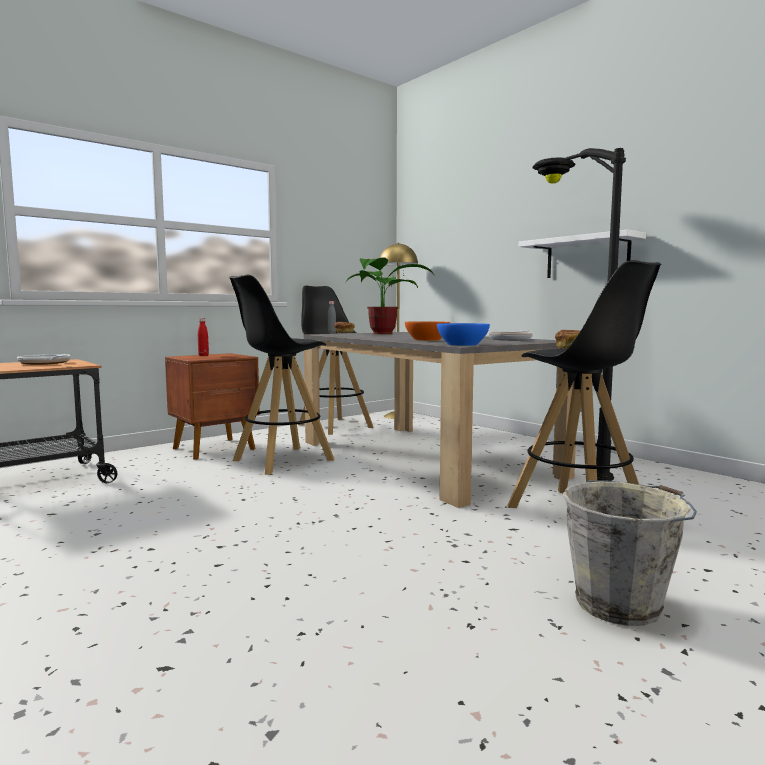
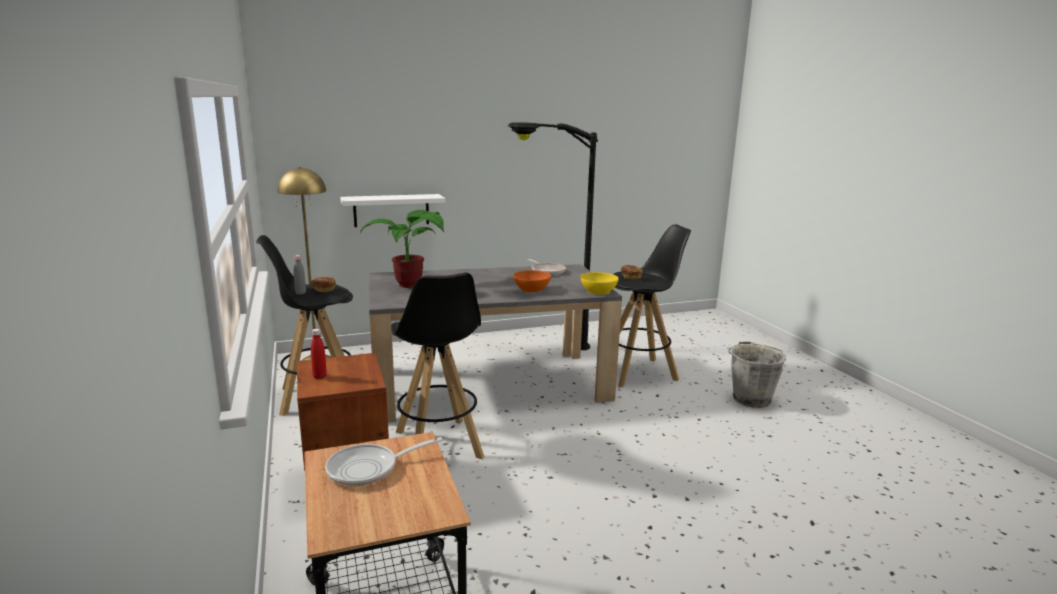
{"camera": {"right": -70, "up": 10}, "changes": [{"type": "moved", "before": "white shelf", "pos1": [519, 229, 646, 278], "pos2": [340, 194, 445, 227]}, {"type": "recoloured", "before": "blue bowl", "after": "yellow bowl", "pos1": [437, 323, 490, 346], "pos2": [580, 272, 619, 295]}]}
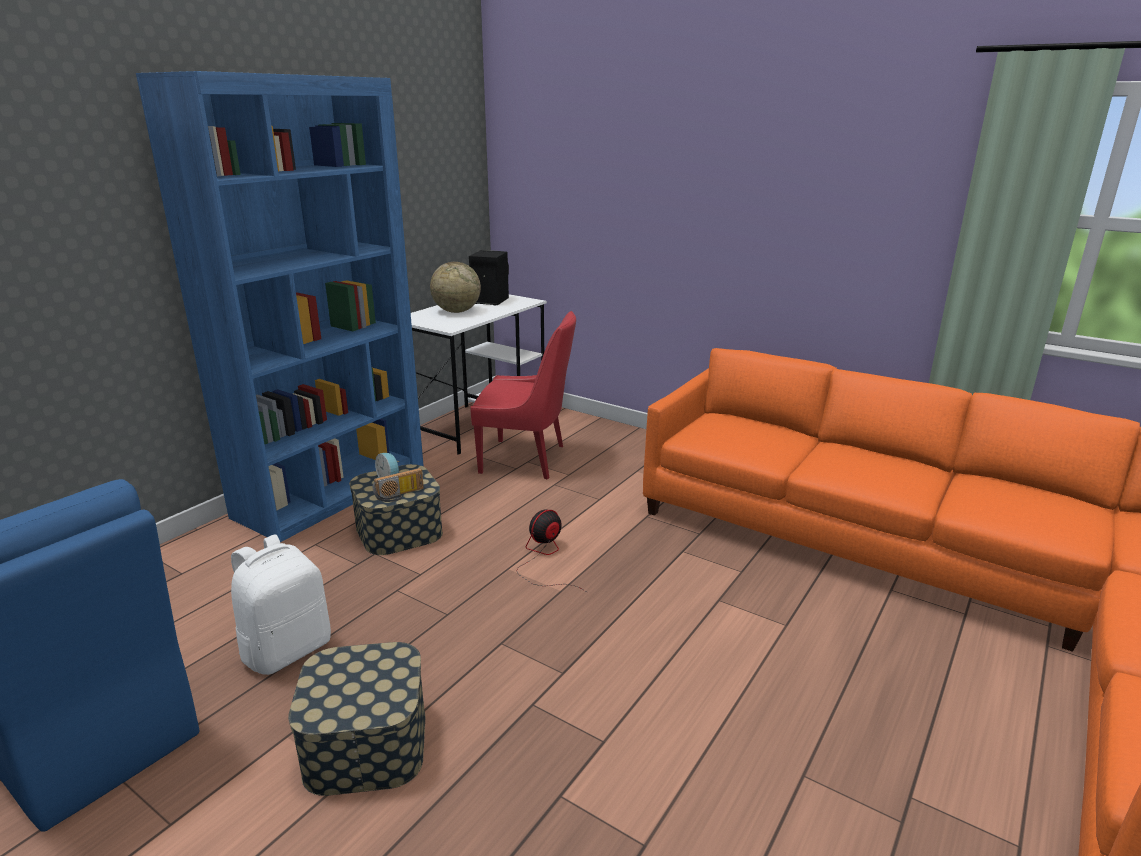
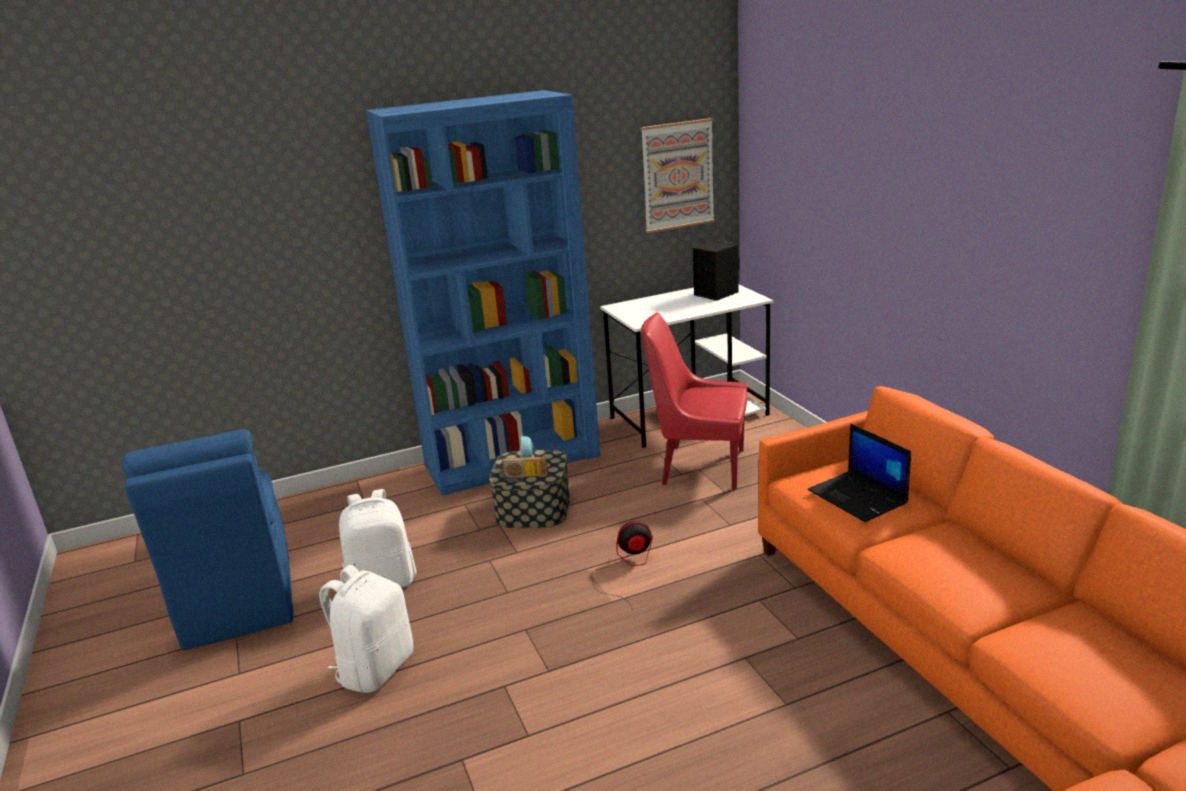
{"camera": {"right": 35, "up": 0}, "changes": [{"type": "replaced", "before": "storage box", "after": "white backpack", "pos1": [288, 642, 425, 796], "pos2": [319, 565, 413, 693]}, {"type": "added", "after": "picture", "pos2": [641, 118, 715, 233]}, {"type": "turned", "before": "red chair", "pos1": [470, 311, 576, 479], "pos2": [641, 312, 747, 489], "turn": 150}, {"type": "added", "after": "laptop", "pos2": [808, 423, 911, 522]}, {"type": "removed", "before": "globe", "pos1": [430, 262, 481, 313]}]}
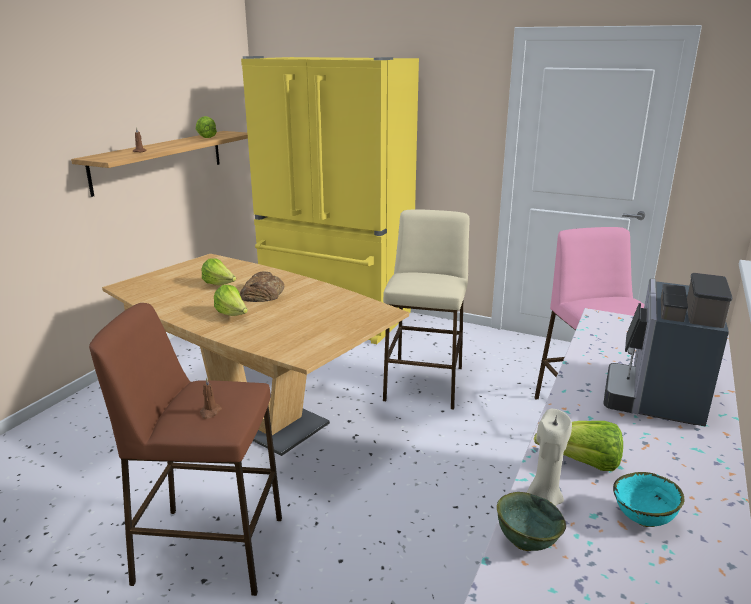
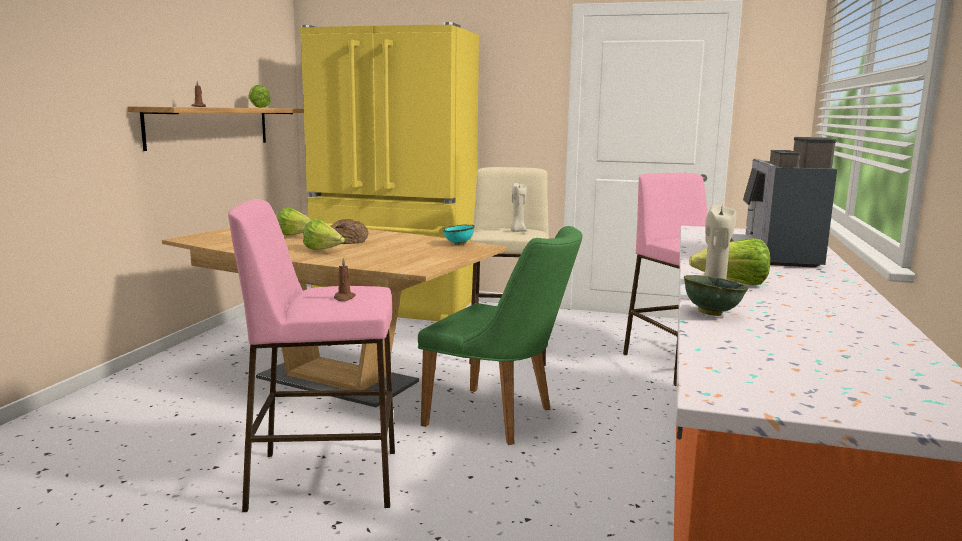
{"camera": {"right": -10, "up": -10}, "changes": [{"type": "recoloured", "before": "brown stool", "after": "pink stool", "pos1": [89, 303, 282, 596], "pos2": [228, 199, 395, 512]}, {"type": "added", "after": "green chair", "pos2": [418, 226, 582, 445]}, {"type": "moved", "before": "turquoise bowl", "pos1": [613, 472, 684, 527], "pos2": [442, 225, 475, 245]}, {"type": "added", "after": "beige candle", "pos2": [510, 183, 527, 232]}]}
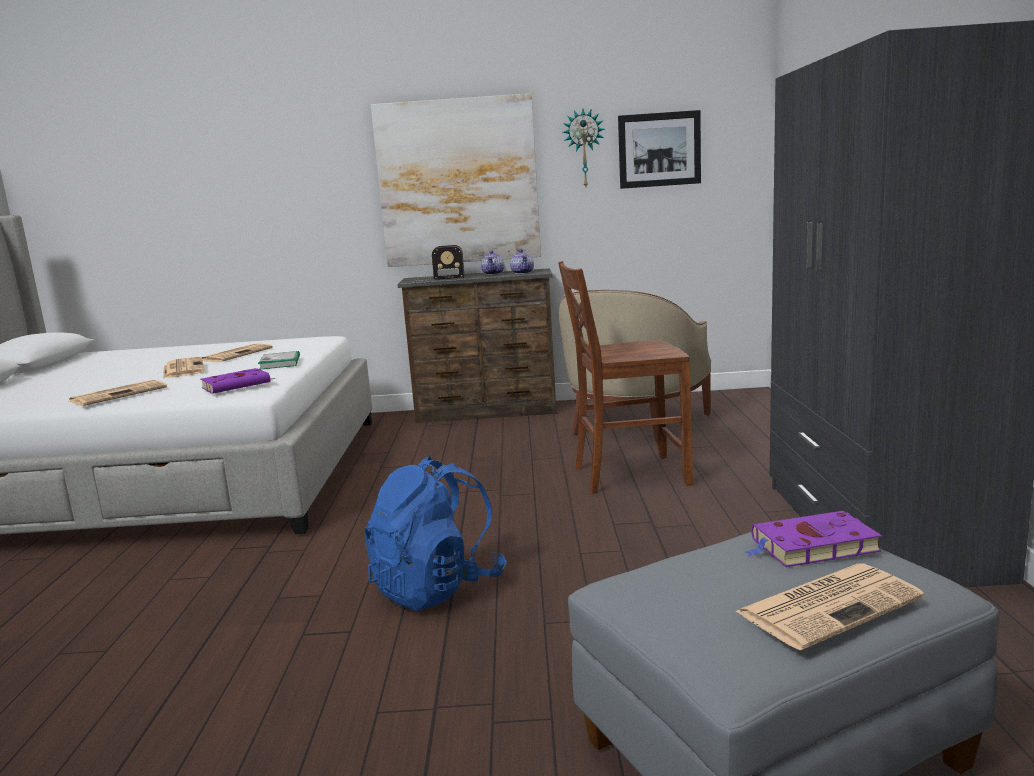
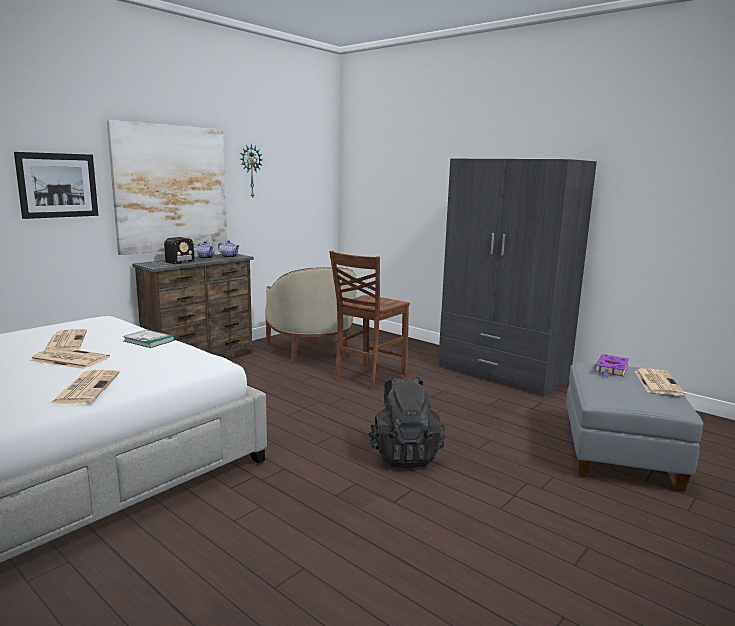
{"camera": {"right": -50, "up": 0}, "changes": [{"type": "moved", "before": "picture", "pos1": [618, 110, 701, 189], "pos2": [14, 152, 98, 219]}, {"type": "recoloured", "before": "blue backpack", "after": "black backpack", "pos1": [365, 456, 507, 611], "pos2": [368, 376, 445, 469]}, {"type": "removed", "before": "purple book", "pos1": [200, 368, 277, 394]}]}
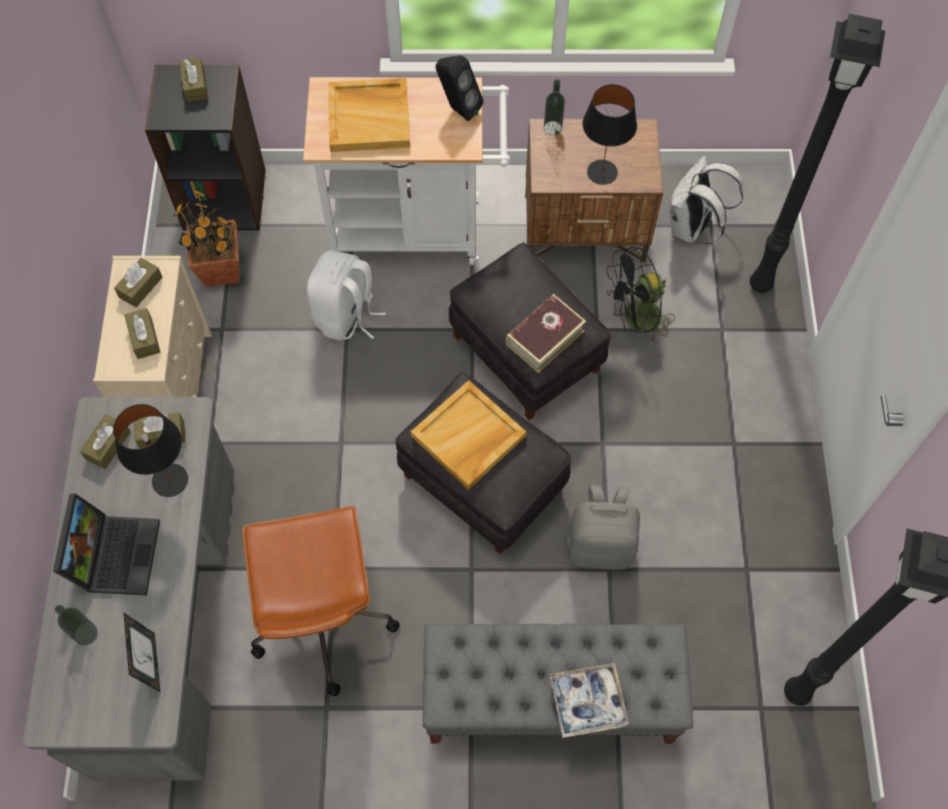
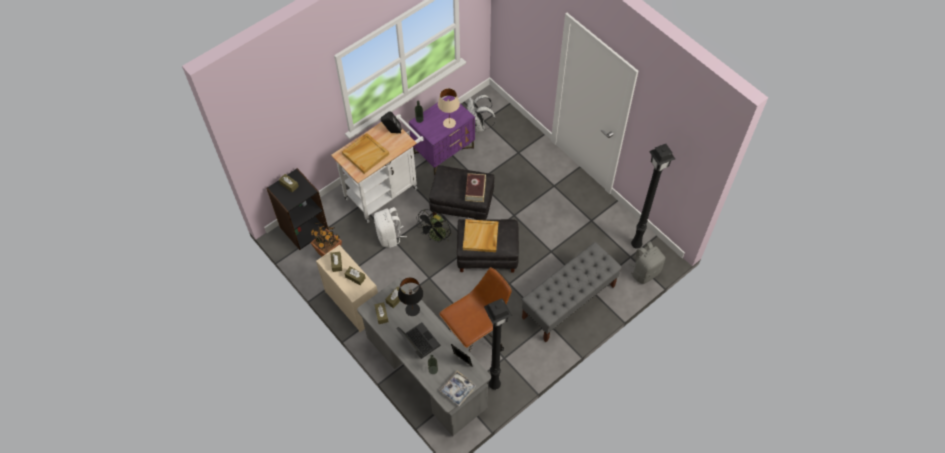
{"camera": {"right": -40, "up": -5}, "changes": [{"type": "recoloured", "before": "brown nightstand", "after": "purple nightstand", "pos1": [525, 119, 663, 263], "pos2": [409, 96, 475, 175]}, {"type": "moved", "before": "black fan", "pos1": [607, 246, 675, 344], "pos2": [416, 209, 451, 243]}, {"type": "recoloured", "before": "black table lamp", "after": "beige table lamp", "pos1": [582, 84, 637, 185], "pos2": [438, 88, 460, 128]}, {"type": "turned", "before": "brown office chair", "pos1": [242, 506, 400, 696], "pos2": [439, 267, 512, 352], "turn": -75}, {"type": "moved", "before": "tray", "pos1": [549, 663, 629, 738], "pos2": [439, 371, 476, 406]}, {"type": "moved", "before": "black floor lamp", "pos1": [750, 14, 885, 293], "pos2": [484, 299, 512, 390]}, {"type": "moved", "before": "grey backpack", "pos1": [565, 485, 640, 570], "pos2": [629, 241, 665, 284]}]}
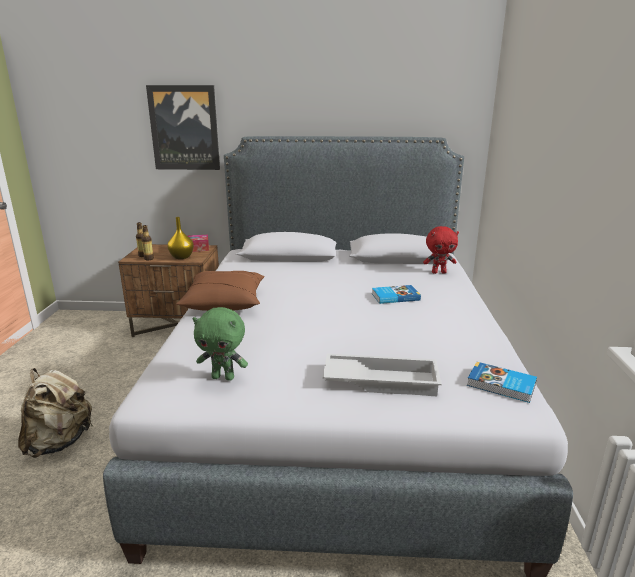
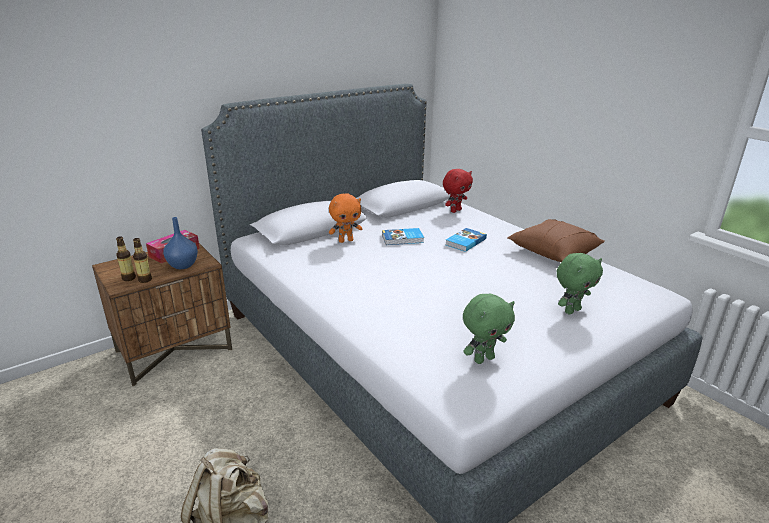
{"camera": {"right": -40, "up": 5}, "changes": [{"type": "recoloured", "before": "yellow vase", "after": "blue vase", "pos1": [168, 217, 194, 259], "pos2": [163, 217, 198, 269]}, {"type": "added", "after": "orange plush toy", "pos2": [329, 194, 362, 243]}, {"type": "moved", "before": "book", "pos1": [467, 362, 537, 403], "pos2": [382, 228, 424, 245]}, {"type": "moved", "before": "brown pillow", "pos1": [176, 271, 265, 311], "pos2": [507, 219, 605, 262]}, {"type": "replaced", "before": "white tray", "after": "green plush toy", "pos1": [323, 354, 441, 396], "pos2": [557, 253, 603, 314]}, {"type": "removed", "before": "picture", "pos1": [146, 85, 220, 170]}]}
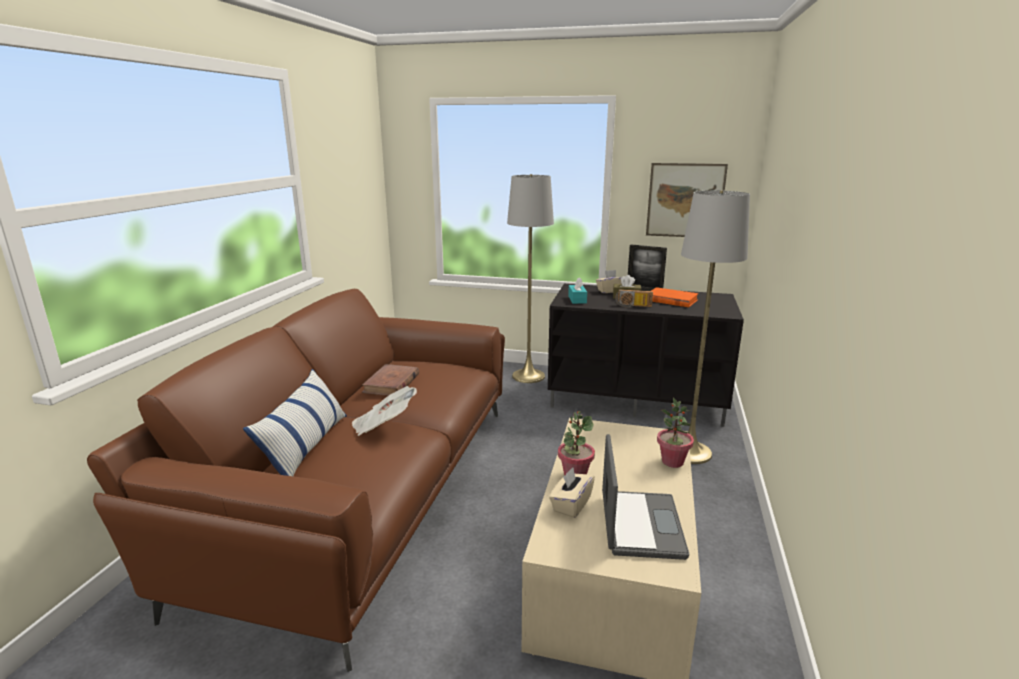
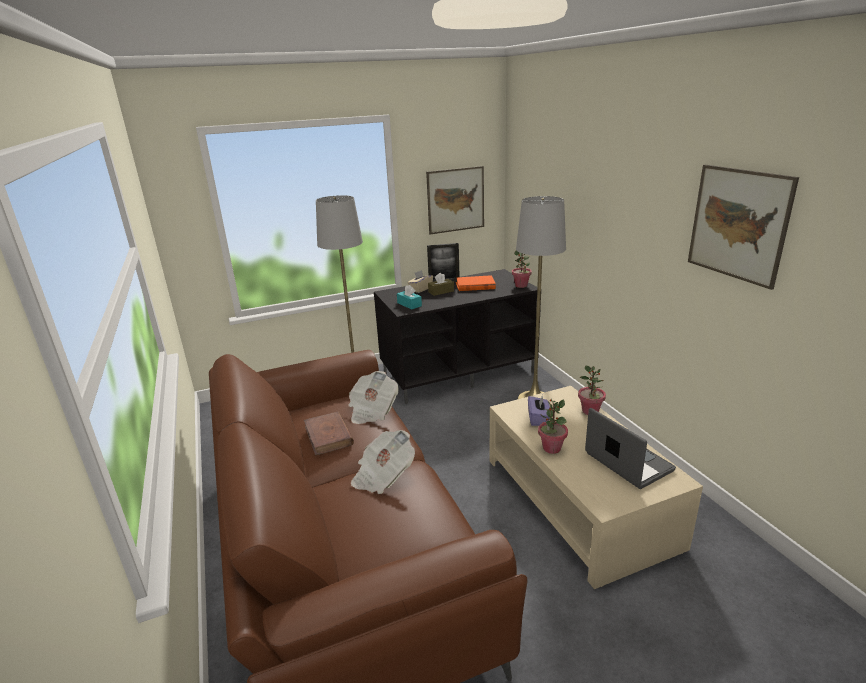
{"camera": {"right": -35, "up": 5}, "changes": [{"type": "added", "after": "newspaper", "pos2": [348, 371, 399, 424]}, {"type": "added", "after": "potted plant", "pos2": [512, 250, 532, 288]}, {"type": "added", "after": "purple tissue box", "pos2": [528, 395, 550, 426]}, {"type": "added", "after": "picture", "pos2": [688, 165, 799, 290]}, {"type": "removed", "before": "pillow", "pos1": [243, 369, 347, 476]}, {"type": "removed", "before": "beige tissue box", "pos1": [549, 467, 595, 518]}, {"type": "removed", "before": "radio", "pos1": [615, 289, 653, 308]}]}
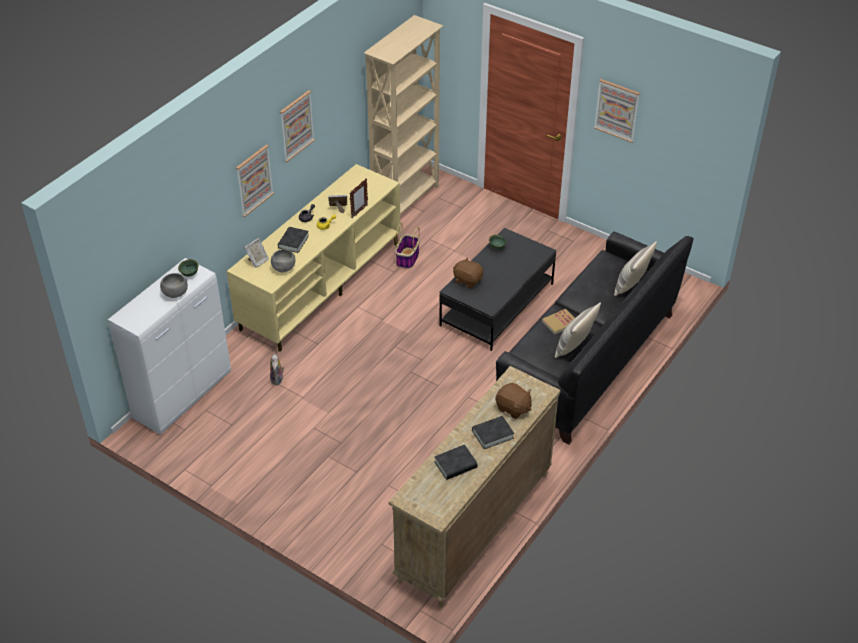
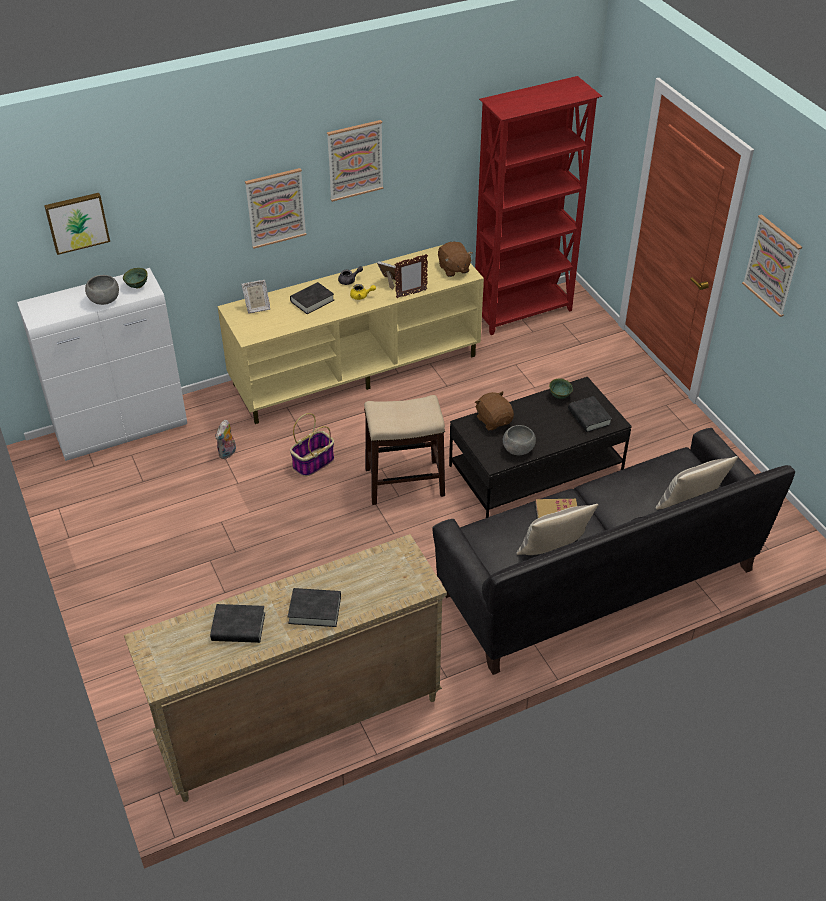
{"camera": {"right": 30, "up": 0}, "changes": [{"type": "added", "after": "picture", "pos2": [44, 193, 110, 255]}, {"type": "moved", "before": "basket", "pos1": [395, 223, 420, 269], "pos2": [290, 413, 334, 477]}, {"type": "added", "after": "stool", "pos2": [364, 395, 445, 505]}, {"type": "moved", "before": "brown plush toy", "pos1": [496, 383, 532, 419], "pos2": [438, 242, 473, 277]}, {"type": "recoloured", "before": "beige bookcase", "after": "red bookcase", "pos1": [364, 15, 443, 215], "pos2": [475, 76, 602, 335]}, {"type": "moved", "before": "grey bowl", "pos1": [271, 249, 296, 272], "pos2": [503, 425, 536, 456]}, {"type": "added", "after": "black book", "pos2": [568, 396, 612, 432]}]}
